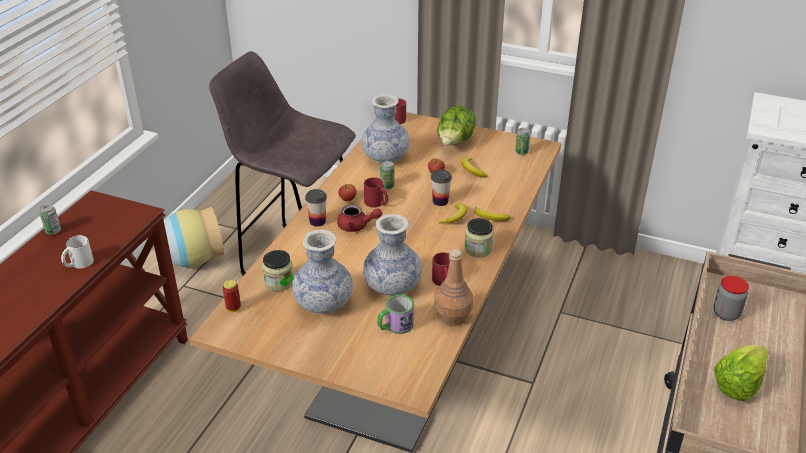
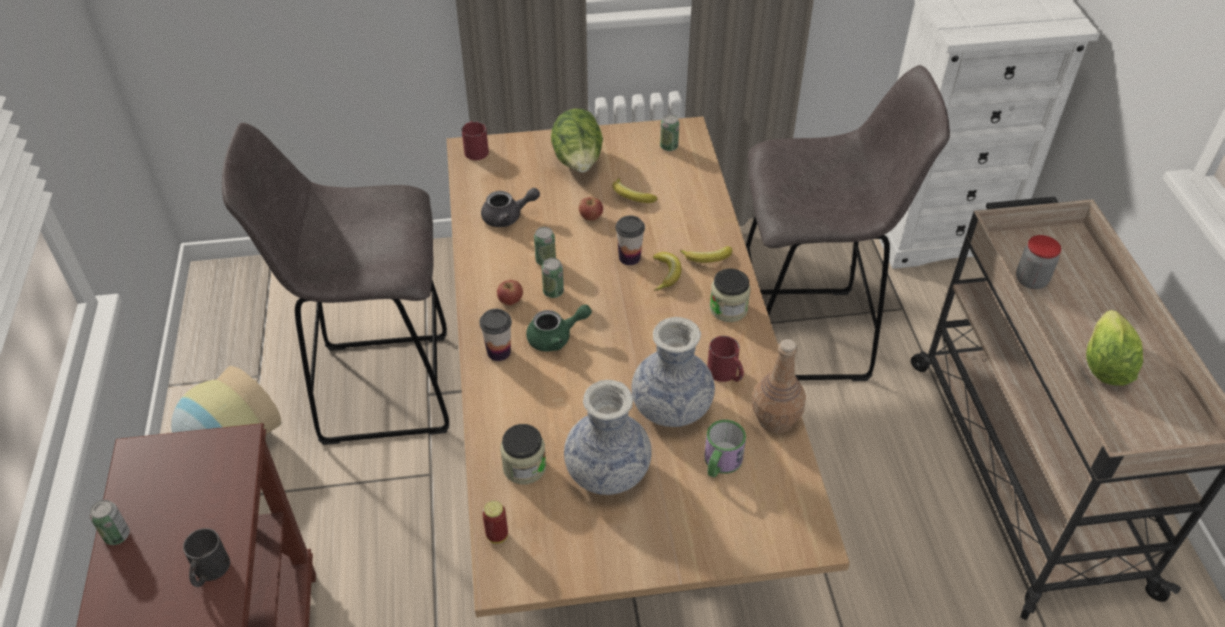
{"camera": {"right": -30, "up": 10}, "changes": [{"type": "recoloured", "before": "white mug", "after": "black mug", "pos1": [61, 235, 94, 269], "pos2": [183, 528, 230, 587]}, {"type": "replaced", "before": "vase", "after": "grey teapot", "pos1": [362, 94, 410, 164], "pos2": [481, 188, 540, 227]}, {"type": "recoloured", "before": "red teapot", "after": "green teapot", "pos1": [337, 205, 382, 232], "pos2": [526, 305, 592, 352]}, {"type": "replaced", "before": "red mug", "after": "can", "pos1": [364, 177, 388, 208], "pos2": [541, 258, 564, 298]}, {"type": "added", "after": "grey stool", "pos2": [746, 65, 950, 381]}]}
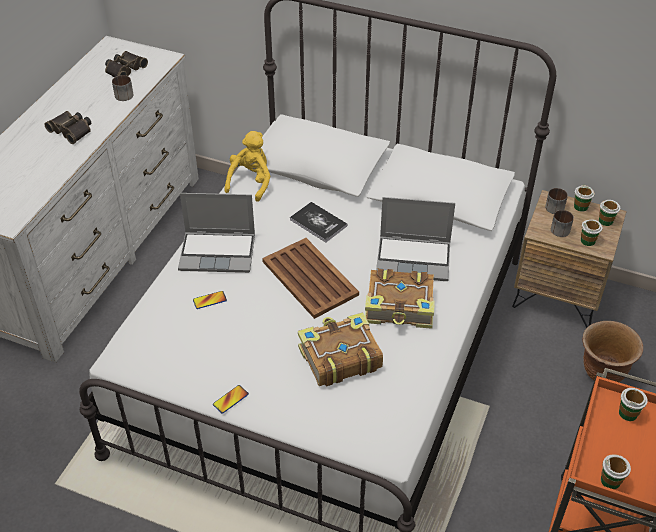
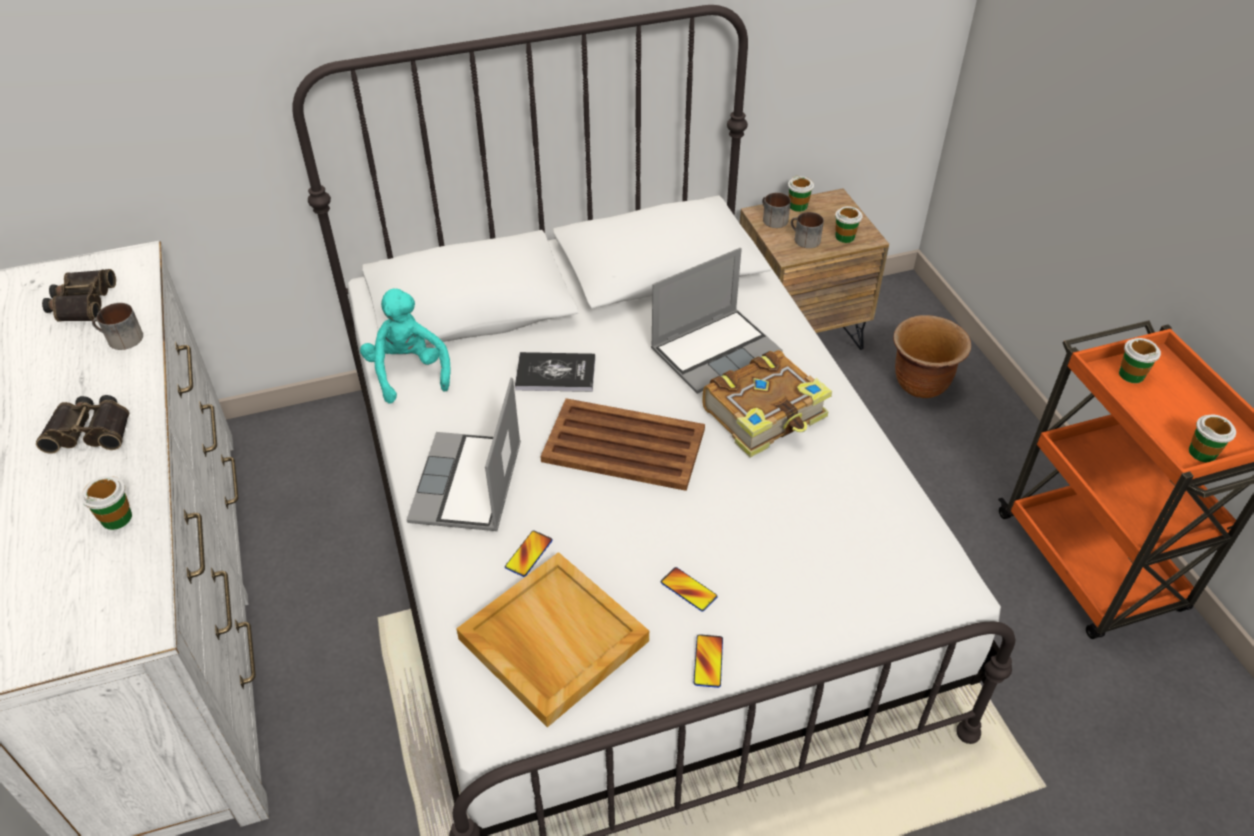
{"camera": {"right": -40, "up": 0}, "changes": [{"type": "moved", "before": "cup", "pos1": [599, 200, 620, 226], "pos2": [81, 476, 132, 530]}, {"type": "recoloured", "before": "yellow plush toy", "after": "turquoise plush toy", "pos1": [224, 131, 270, 202], "pos2": [360, 288, 451, 403]}, {"type": "turned", "before": "laptop", "pos1": [178, 193, 255, 273], "pos2": [406, 377, 521, 531], "turn": 135}, {"type": "added", "after": "beige tray", "pos2": [456, 552, 649, 727]}, {"type": "added", "after": "phone", "pos2": [661, 567, 718, 612]}, {"type": "removed", "before": "book", "pos1": [298, 312, 383, 386]}]}
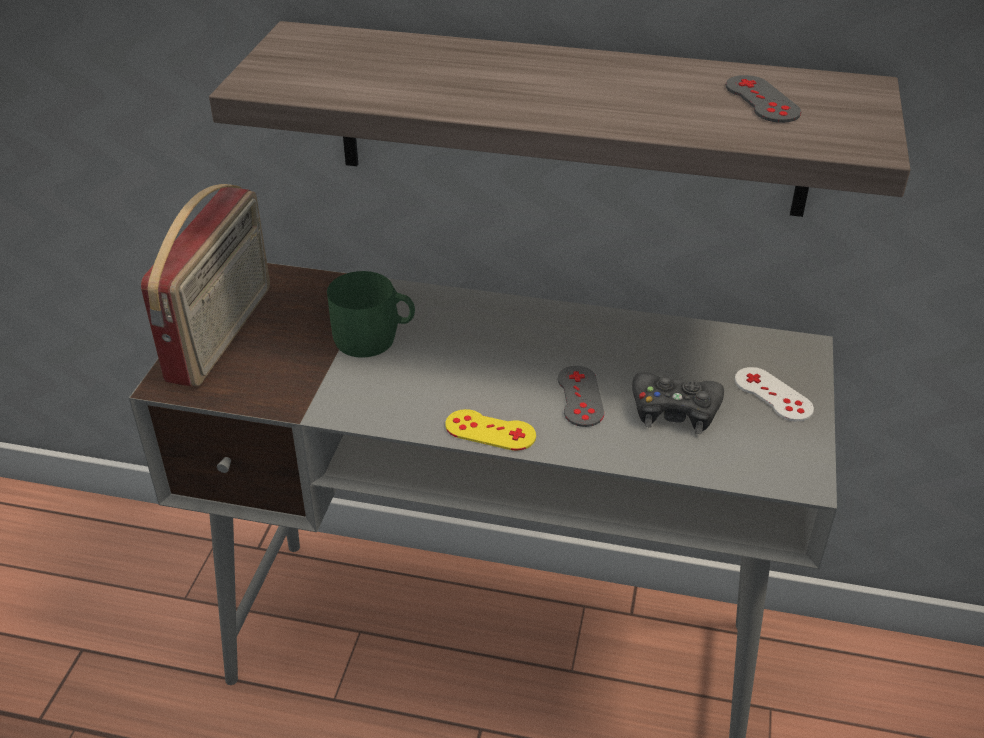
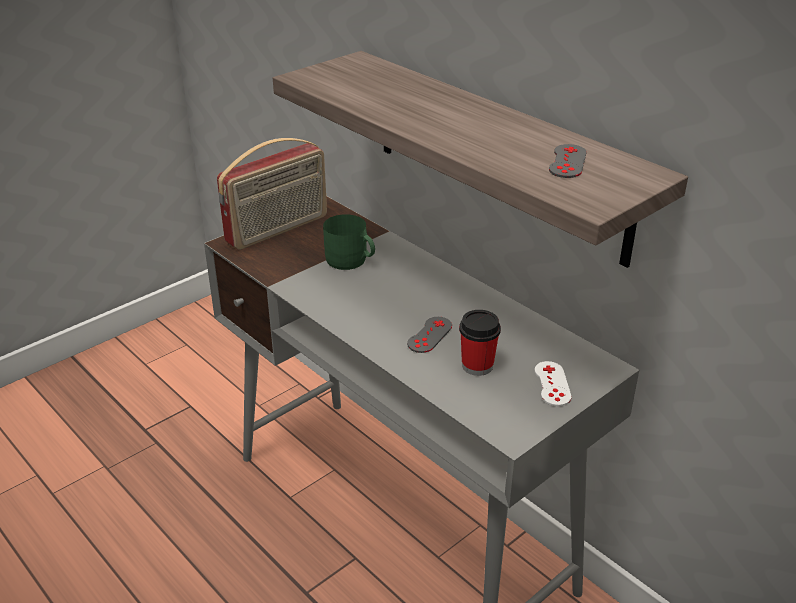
{"camera": {"right": 35, "up": -5}, "changes": [{"type": "replaced", "before": "black game controller", "after": "cup", "pos1": [632, 372, 724, 434], "pos2": [459, 310, 501, 376]}, {"type": "removed", "before": "yellow game controller", "pos1": [445, 409, 536, 451]}]}
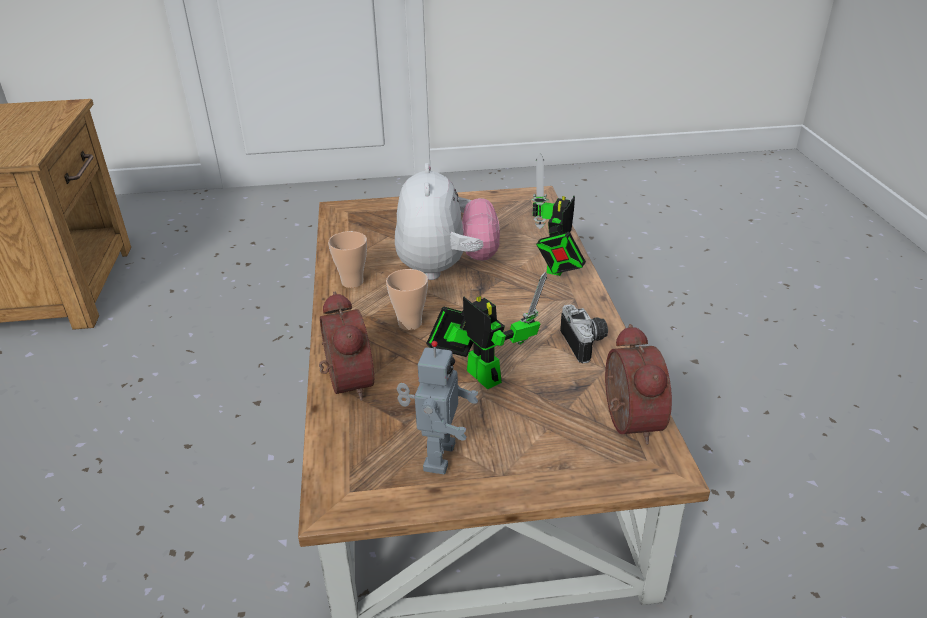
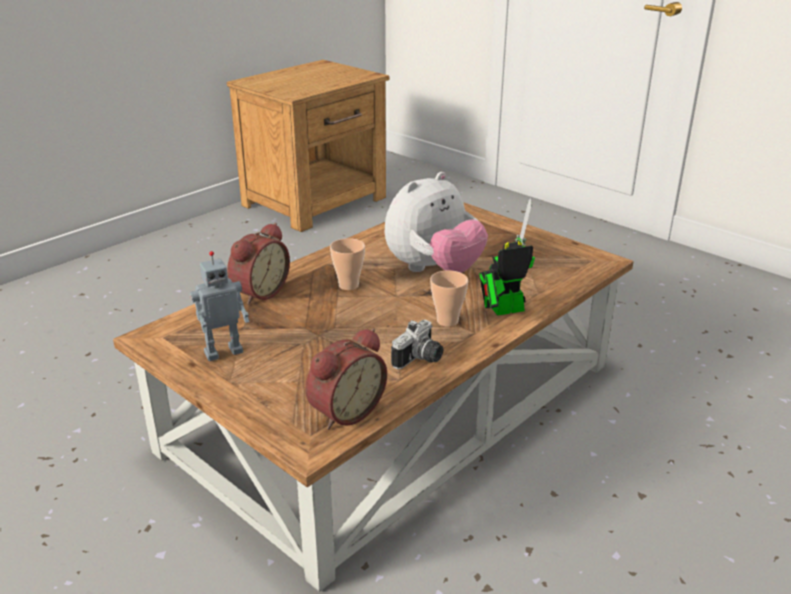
{"camera": {"right": 50, "up": -5}, "changes": [{"type": "moved", "before": "cup", "pos1": [328, 231, 367, 288], "pos2": [430, 270, 468, 327]}, {"type": "removed", "before": "toy robot", "pos1": [426, 272, 547, 389]}]}
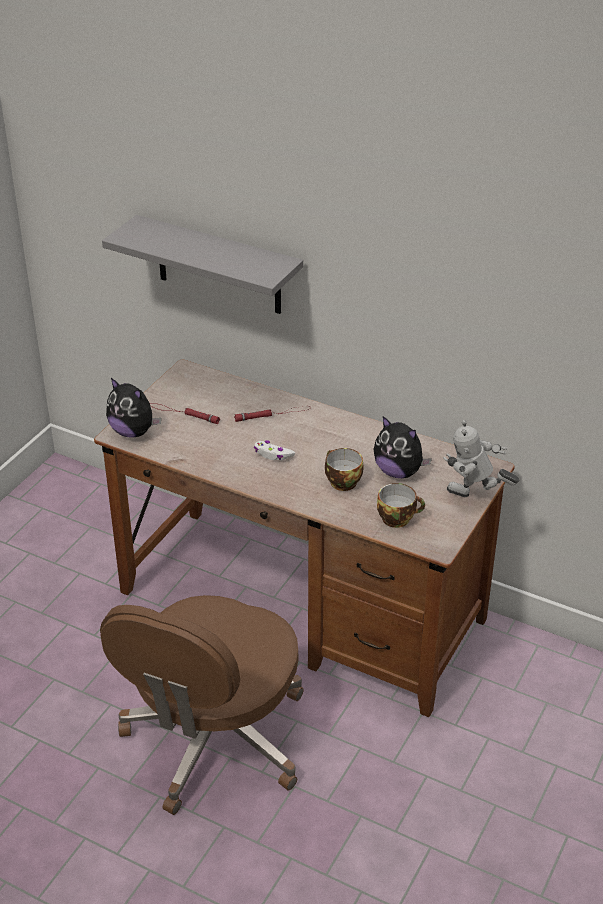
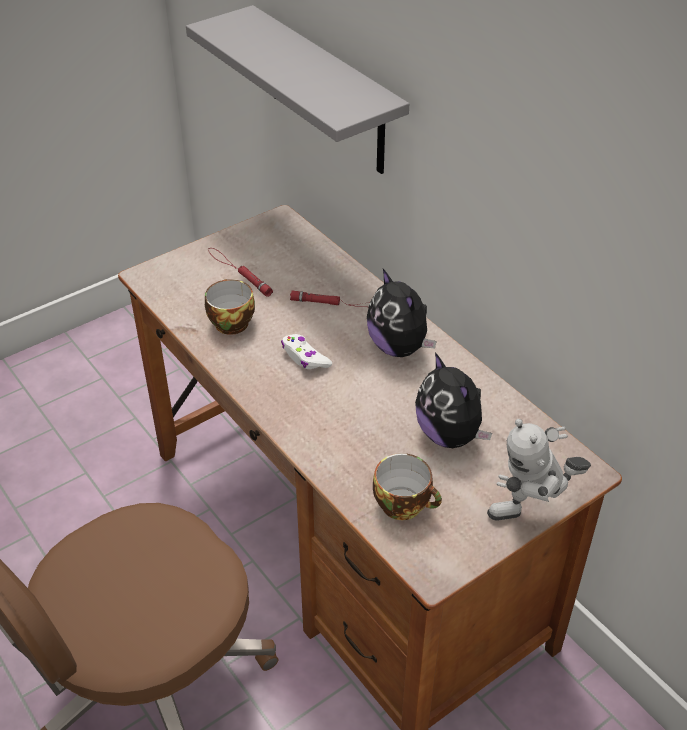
{"camera": {"right": 25, "up": 5}, "changes": [{"type": "moved", "before": "cup", "pos1": [325, 448, 364, 491], "pos2": [205, 279, 255, 335]}, {"type": "moved", "before": "plush toy", "pos1": [106, 378, 161, 438], "pos2": [367, 269, 437, 357]}, {"type": "turned", "before": "toy robot", "pos1": [443, 420, 519, 497], "pos2": [487, 419, 591, 520], "turn": -60}]}
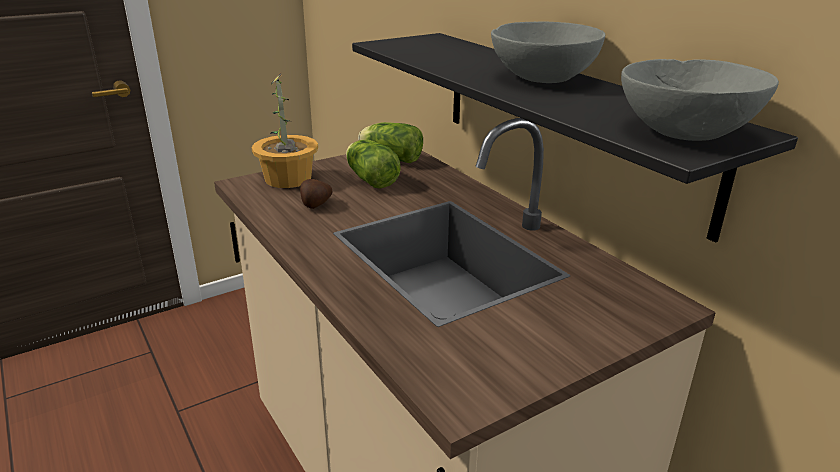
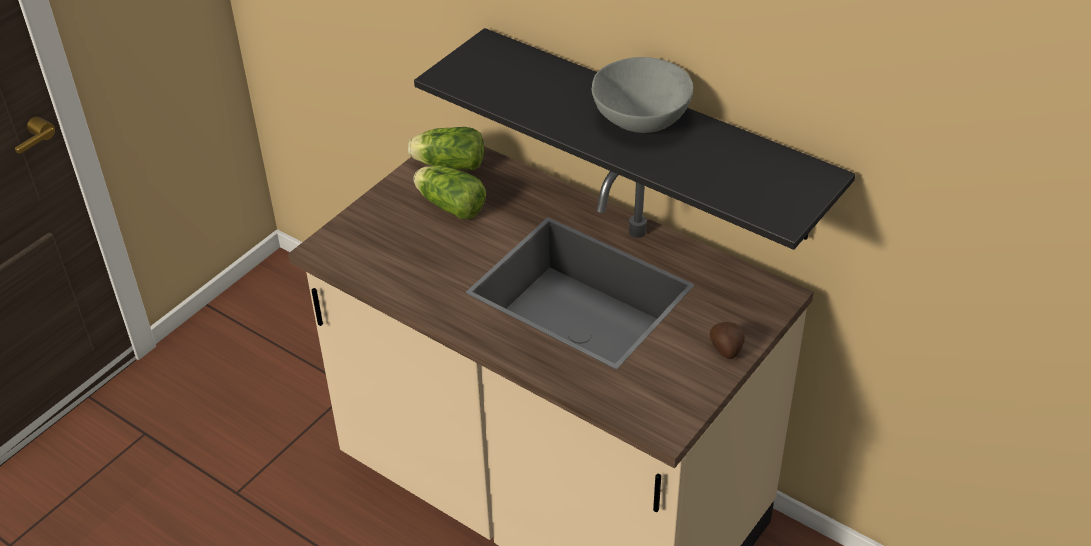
{"camera": {"right": -20, "up": 15}, "changes": [{"type": "moved", "before": "potato", "pos1": [300, 179, 333, 209], "pos2": [710, 322, 745, 359]}, {"type": "removed", "before": "potted plant", "pos1": [252, 73, 318, 188]}, {"type": "removed", "before": "grey bowl", "pos1": [621, 59, 779, 141]}]}
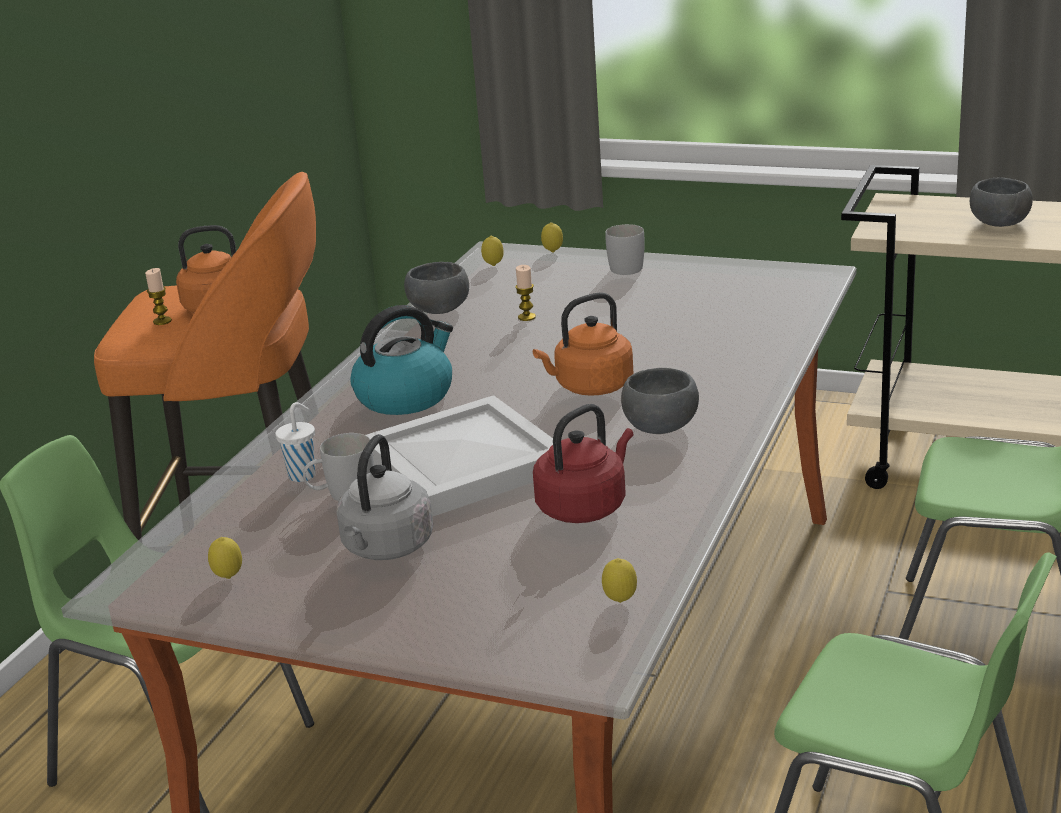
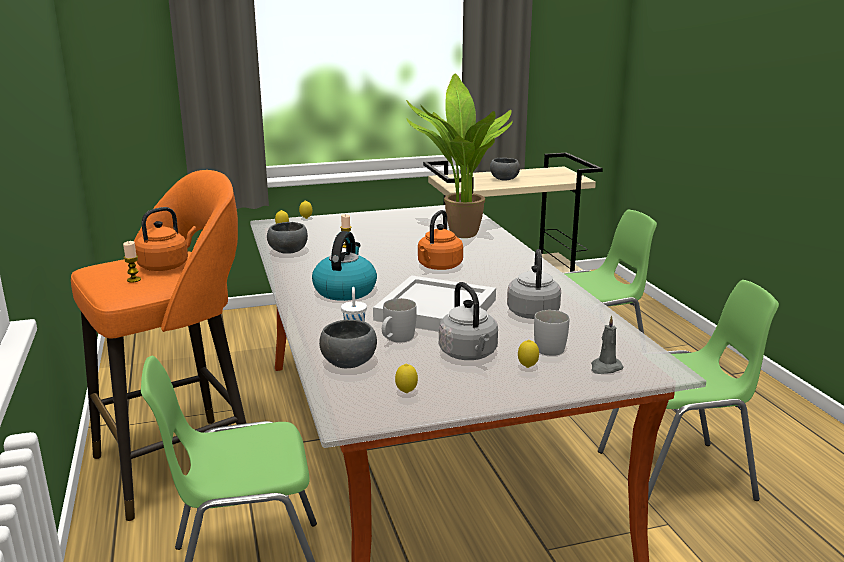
{"camera": {"right": -40, "up": -5}, "changes": [{"type": "moved", "before": "grey bowl", "pos1": [621, 368, 699, 434], "pos2": [319, 320, 377, 368]}, {"type": "added", "after": "potted plant", "pos2": [406, 74, 513, 238]}, {"type": "recoloured", "before": "red kettle", "after": "grey kettle", "pos1": [533, 404, 633, 523], "pos2": [507, 249, 561, 319]}, {"type": "moved", "before": "lemon", "pos1": [602, 558, 637, 603], "pos2": [518, 340, 539, 368]}, {"type": "moved", "before": "white mug", "pos1": [605, 224, 645, 275], "pos2": [534, 310, 569, 356]}, {"type": "added", "after": "grey candle", "pos2": [591, 315, 624, 374]}]}
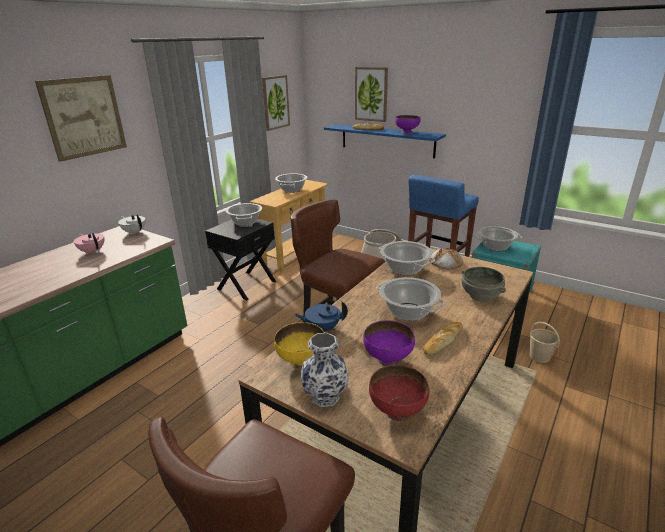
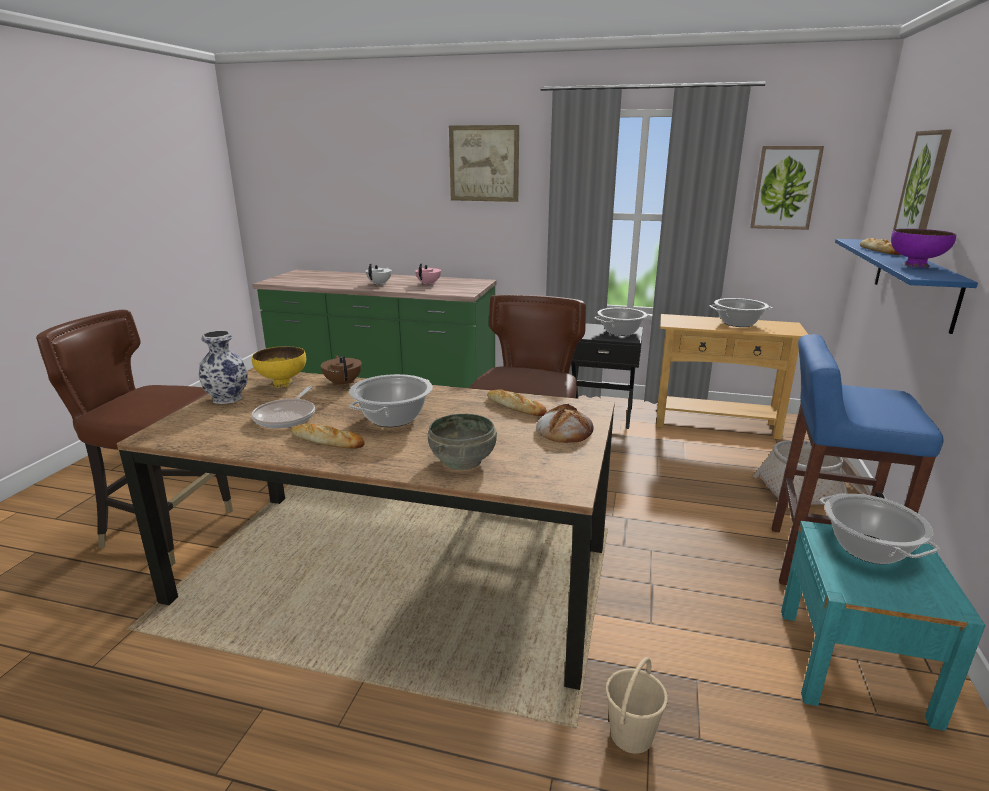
{"camera": {"right": 70, "up": -5}, "changes": [{"type": "replaced", "before": "purple bowl", "after": "frying pan", "pos1": [363, 320, 415, 366], "pos2": [252, 386, 315, 428]}, {"type": "recoloured", "before": "blue teapot", "after": "brown teapot", "pos1": [295, 301, 348, 331], "pos2": [321, 355, 362, 387]}, {"type": "moved", "before": "white teapot", "pos1": [118, 214, 146, 235], "pos2": [366, 264, 392, 285]}, {"type": "replaced", "before": "cooking pot", "after": "bread", "pos1": [379, 241, 435, 276], "pos2": [487, 389, 547, 416]}, {"type": "removed", "before": "red bowl", "pos1": [369, 365, 429, 421]}]}
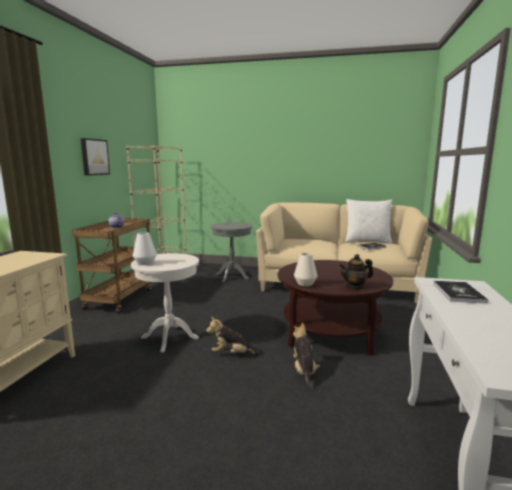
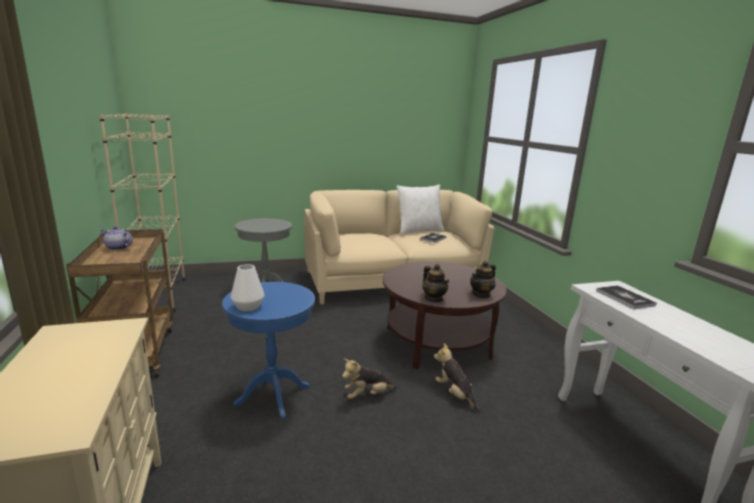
{"camera": {"right": -30, "up": 5}, "changes": [{"type": "recoloured", "before": "white side table", "after": "blue side table", "pos1": [131, 253, 199, 353], "pos2": [222, 282, 315, 419]}, {"type": "replaced", "before": "white vase", "after": "teapot", "pos1": [294, 253, 318, 286], "pos2": [422, 264, 449, 302]}, {"type": "removed", "before": "picture", "pos1": [81, 138, 110, 176]}]}
